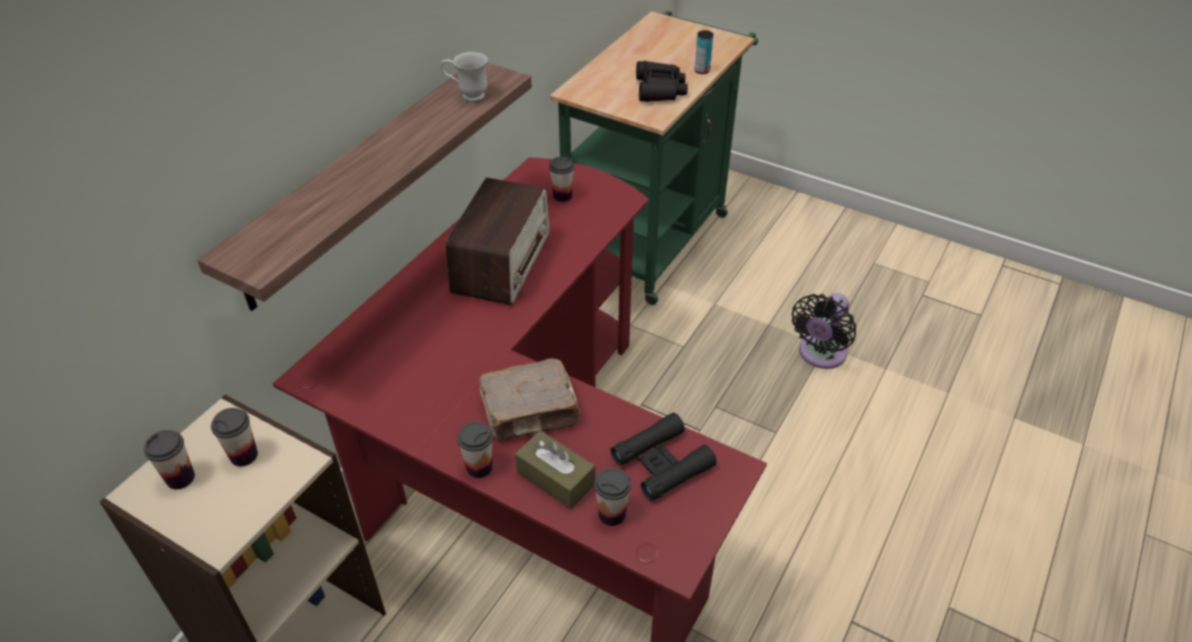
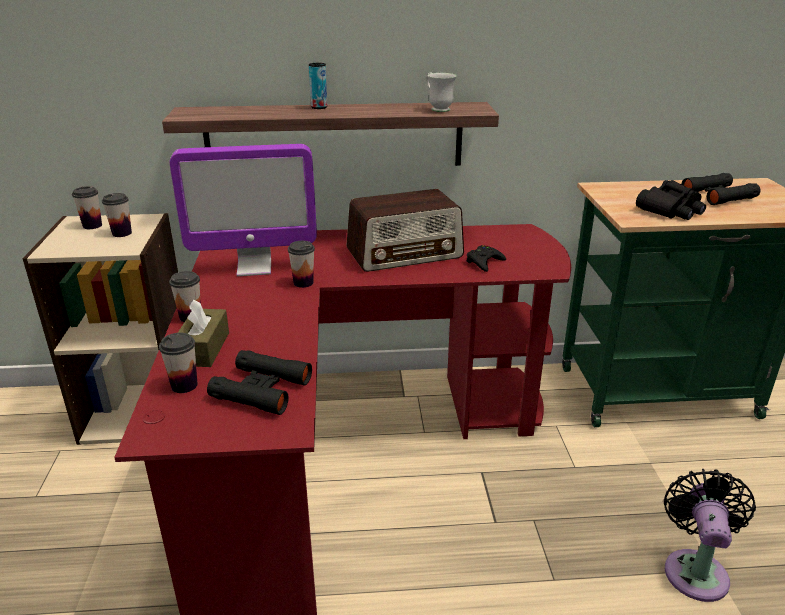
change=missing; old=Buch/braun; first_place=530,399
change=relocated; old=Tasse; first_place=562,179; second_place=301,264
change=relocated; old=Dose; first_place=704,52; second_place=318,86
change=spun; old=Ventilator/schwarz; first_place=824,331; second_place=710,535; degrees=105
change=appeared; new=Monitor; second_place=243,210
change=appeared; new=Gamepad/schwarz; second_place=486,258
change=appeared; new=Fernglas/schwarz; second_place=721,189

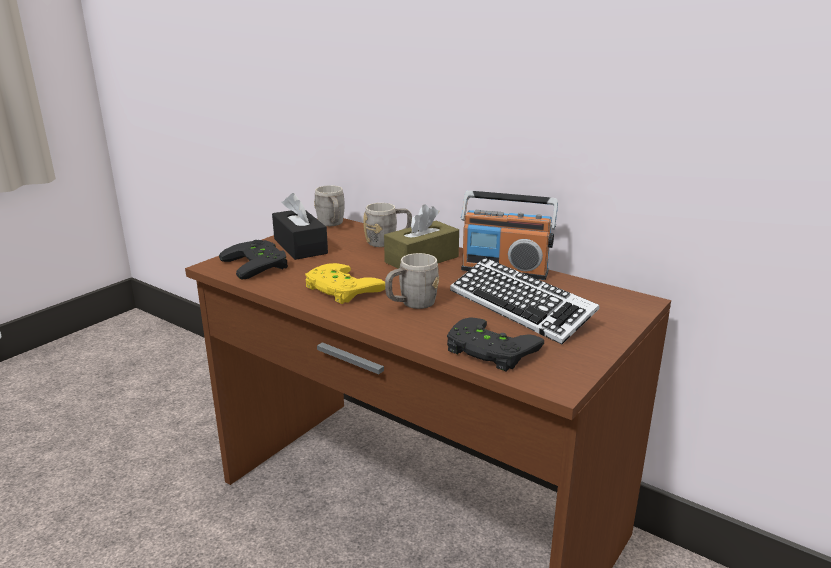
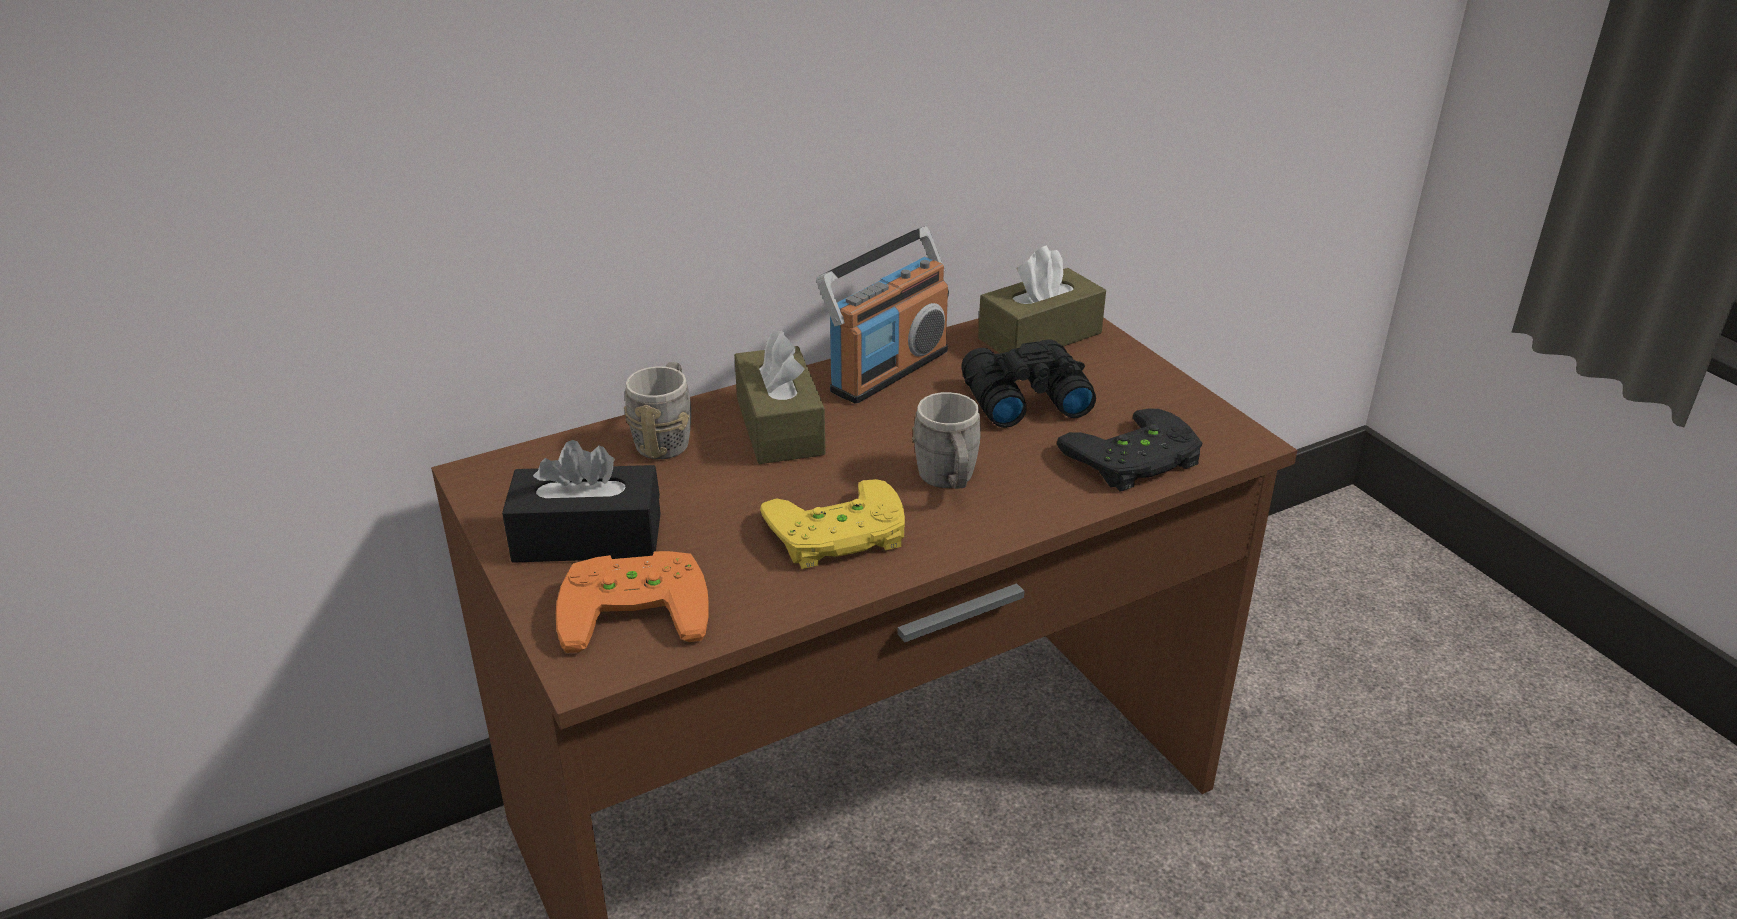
change=colour; old=Gamepad/schwarz; new=Gamepad/orange; first_place=253,260; second_place=632,602
change=missing; old=Henkelbecher/grau; first_place=329,205
change=exchanged; old=Tastatur; new=Fernglas/schwarz; first_place=525,301; second_place=1028,383
change=appeared; new=Taschentuchbox/braun; second_place=1042,299

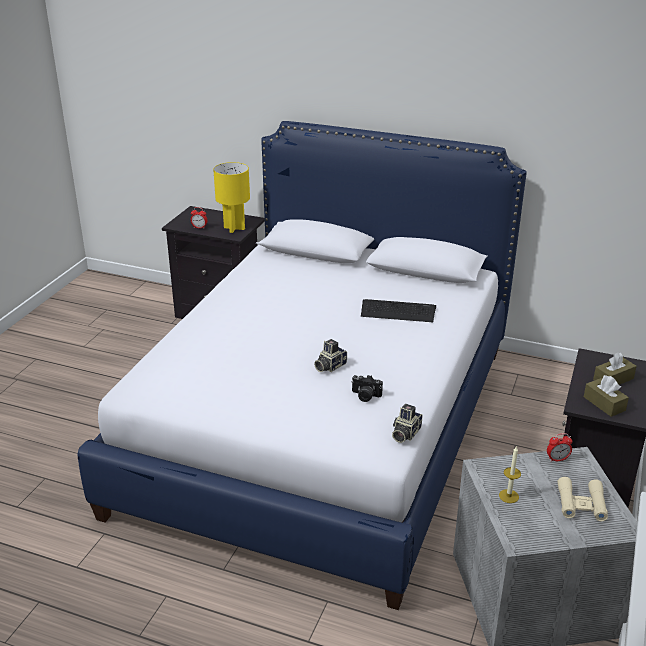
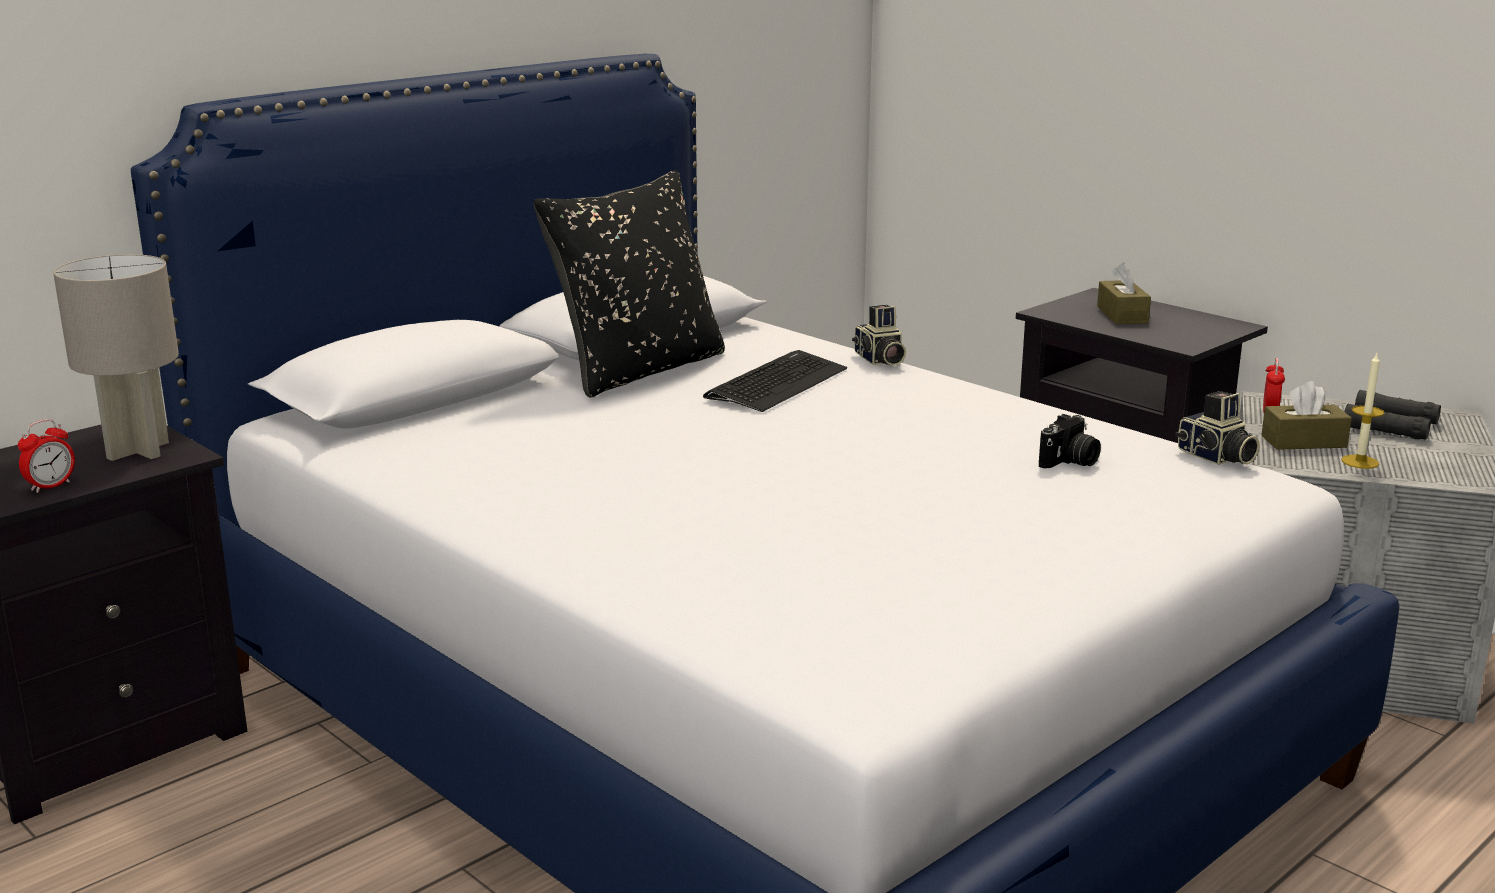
change=colour; old=Tischlampe/gelb; new=Tischlampe/grau; first_place=231,197; second_place=116,357
change=relocated; old=Kamera; first_place=330,355; second_place=879,335
change=colour; old=Fernglas/beige; new=Fernglas/schwarz; first_place=582,499; second_place=1392,415
change=relocated; old=Taschentuchbox/braun; first_place=606,396; second_place=1306,415
change=appeared; new=Kissen/schwarz; second_place=629,284

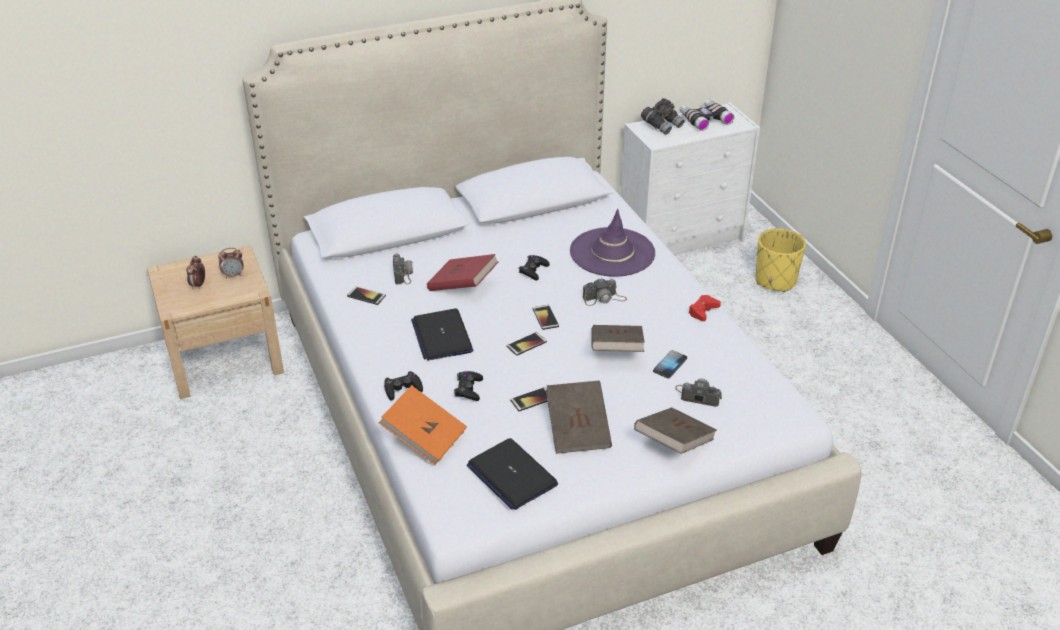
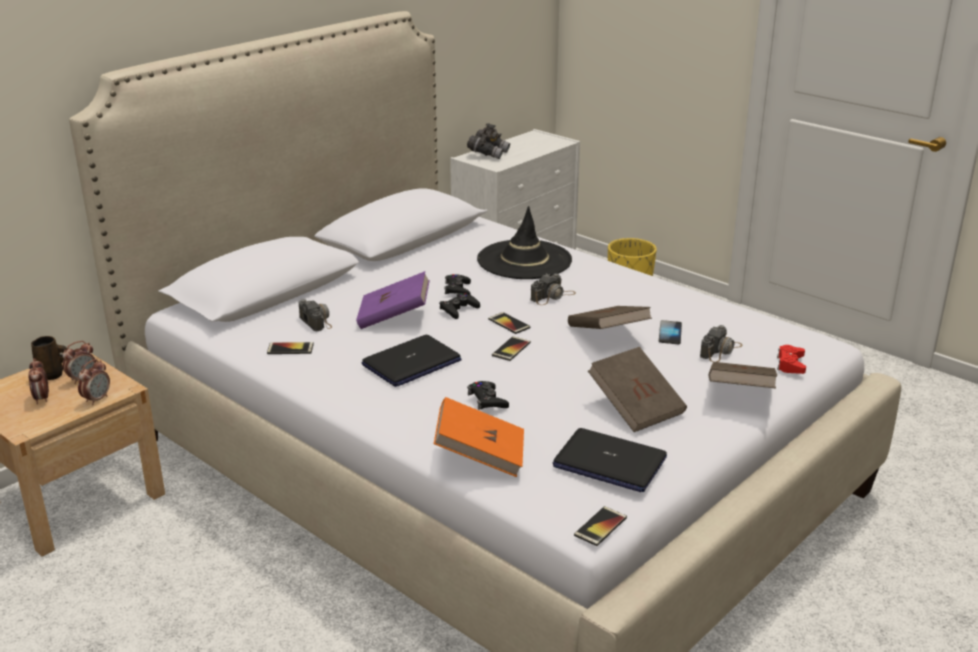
change=relocated; old=Gamepad/schwarz; first_place=403,386; second_place=459,306
change=spun; old=Laptop; first_place=442,334; second_place=411,361; degrees=-90
change=colour; old=Buch/rot; new=Buch/lila; first_place=463,272; second_place=393,300
change=relocated; old=Handy; first_place=528,399; second_place=600,526
change=colour; old=Hut/lila; new=Hut/schwarz; first_place=612,243; second_place=524,242
change=spun; old=Kamera; first_place=698,393; second_place=721,343; degrees=135
change=missing; old=Fernglas; first_place=707,115
change=relocated; old=Gamepad/rot; first_place=704,308; second_place=791,359
change=appeared; new=Henkelbecher/braun; second_place=49,358
change=appeared; new=Wecker; second_place=94,382

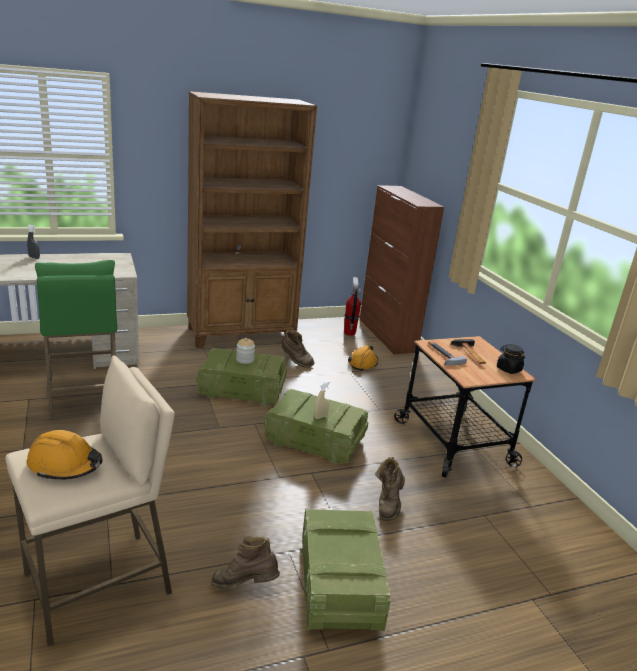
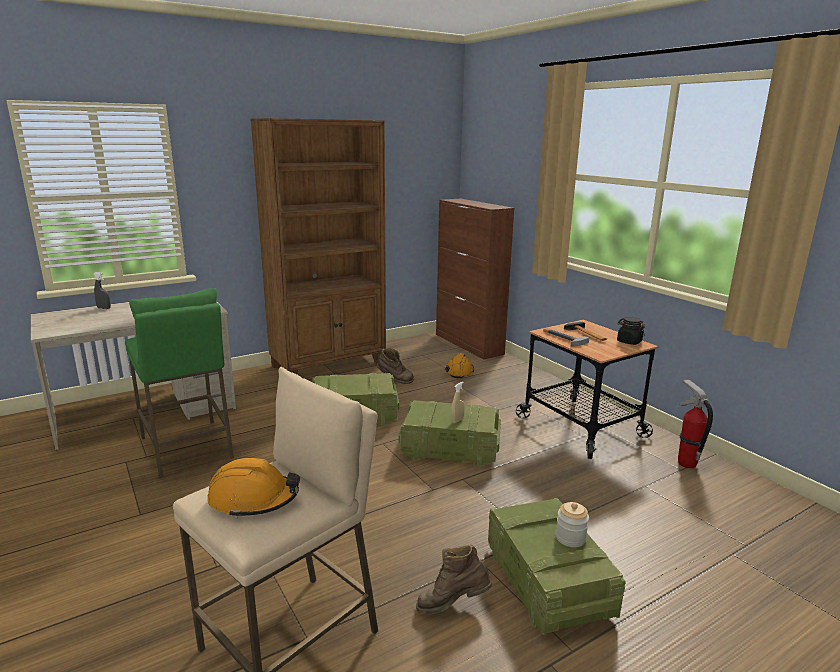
change=relocated; old=Vorratsglas; first_place=245,351; second_place=572,524
change=relocated; old=Feuerlöscher; first_place=352,306; second_place=695,424
change=missing; old=Stiefel/braun; first_place=390,489

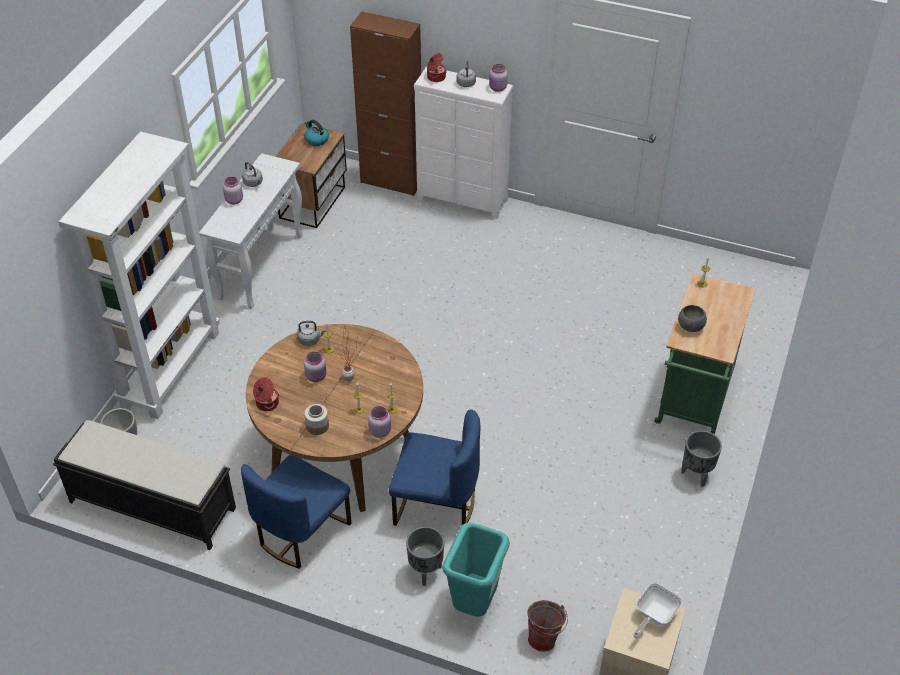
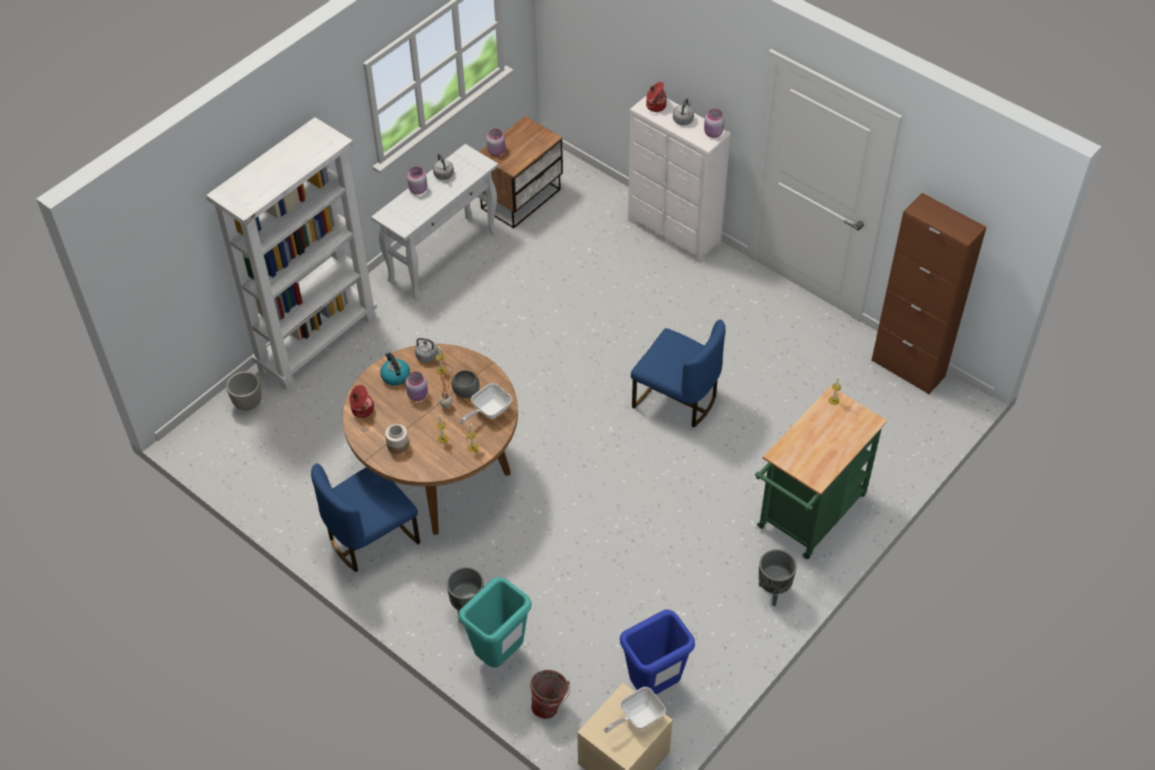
change=missing; old=Bank/schwarz; first_place=144,485
change=relocated; old=Wasserkessel; first_place=316,133; second_place=395,369
change=relocated; old=Schrank/braun; first_place=385,104; second_place=928,294
change=relocated; old=Vorratsglas/rosa; first_place=379,422; second_place=495,142
change=relocated; old=Stuhl/blau; first_place=434,467; second_place=678,373
change=relocated; old=Schüssel/grau; first_place=692,318; second_place=465,384
change=appeared; new=Pfanne; second_place=486,403
change=appeared; new=Mülleimer/blau; second_place=657,652

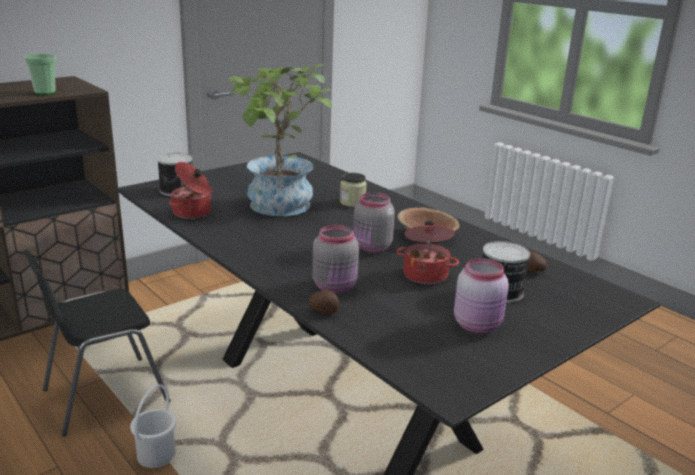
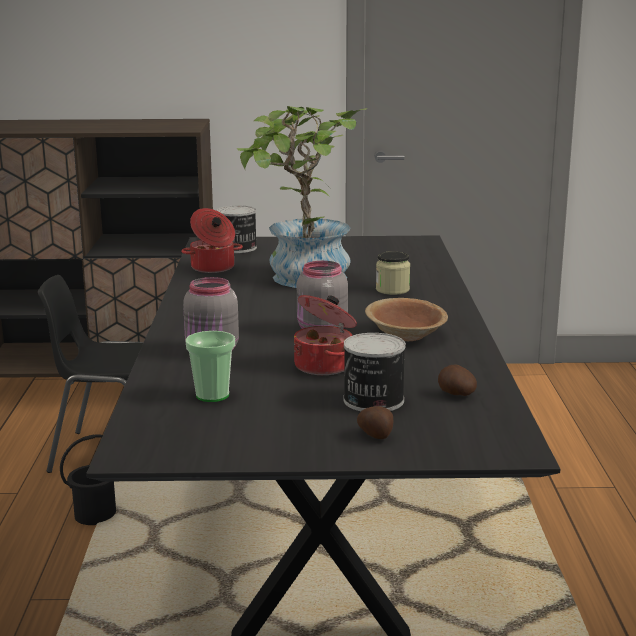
change=relocated; old=Tasse; first_place=40,74; second_place=210,366
change=colour; old=Eimer/weiß; new=Eimer/schwarz; first_place=153,426; second_place=88,479
change=relocated; old=Kartoffel; first_place=324,302; second_place=375,422
change=missing; old=Vorratsglas/rosa; first_place=481,295

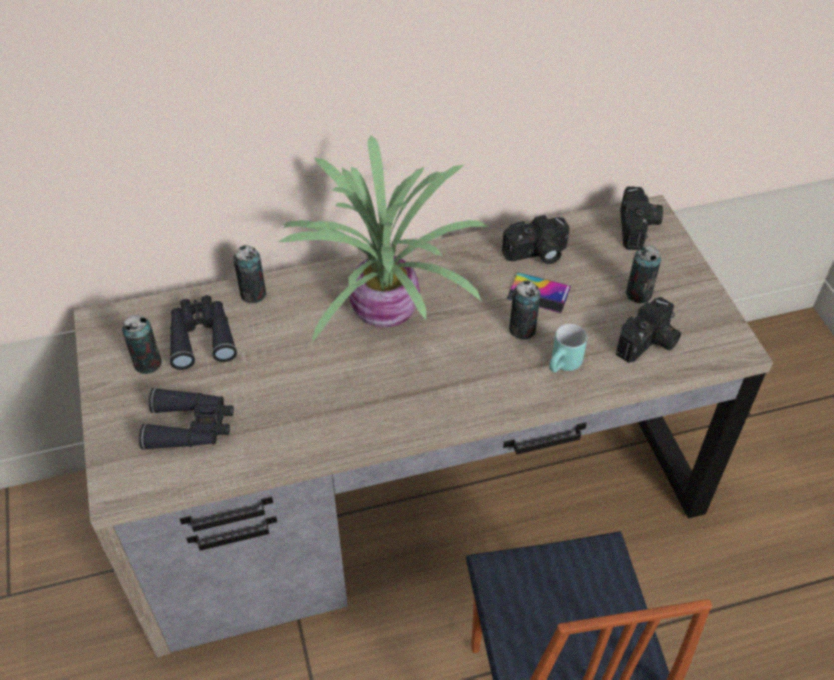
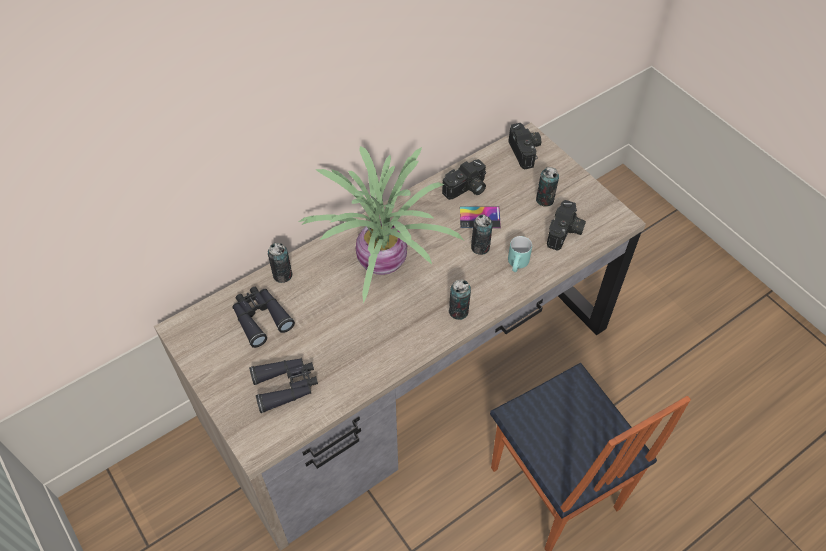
change=relocated; old=Dose; first_place=142,344; second_place=459,299

